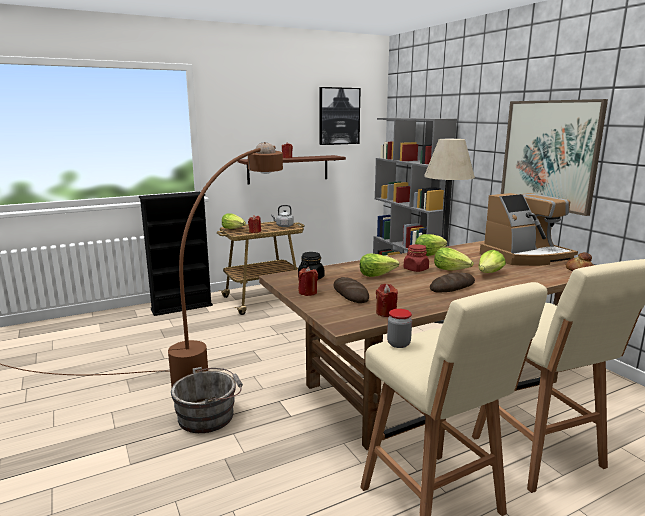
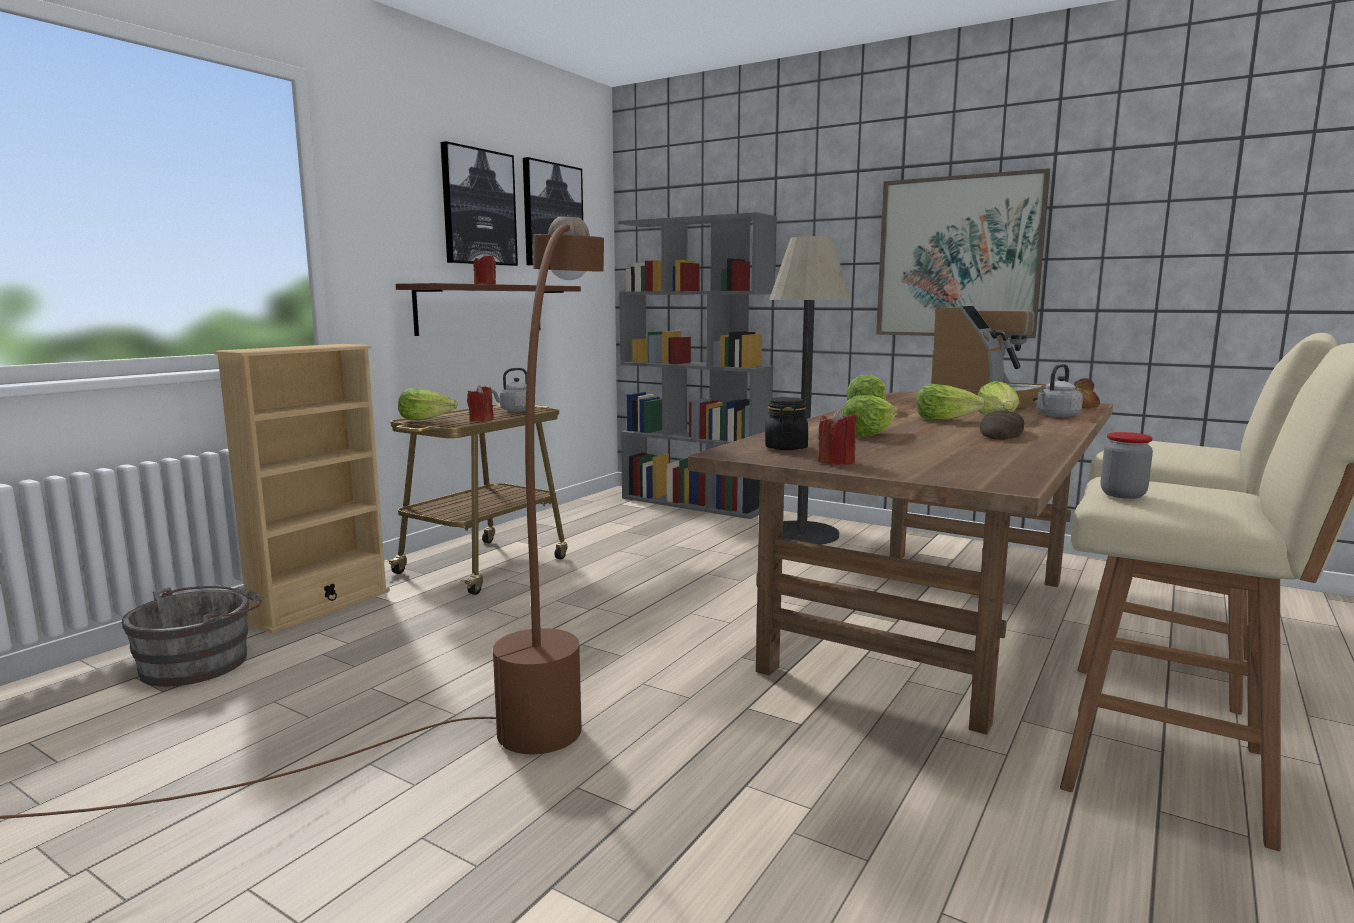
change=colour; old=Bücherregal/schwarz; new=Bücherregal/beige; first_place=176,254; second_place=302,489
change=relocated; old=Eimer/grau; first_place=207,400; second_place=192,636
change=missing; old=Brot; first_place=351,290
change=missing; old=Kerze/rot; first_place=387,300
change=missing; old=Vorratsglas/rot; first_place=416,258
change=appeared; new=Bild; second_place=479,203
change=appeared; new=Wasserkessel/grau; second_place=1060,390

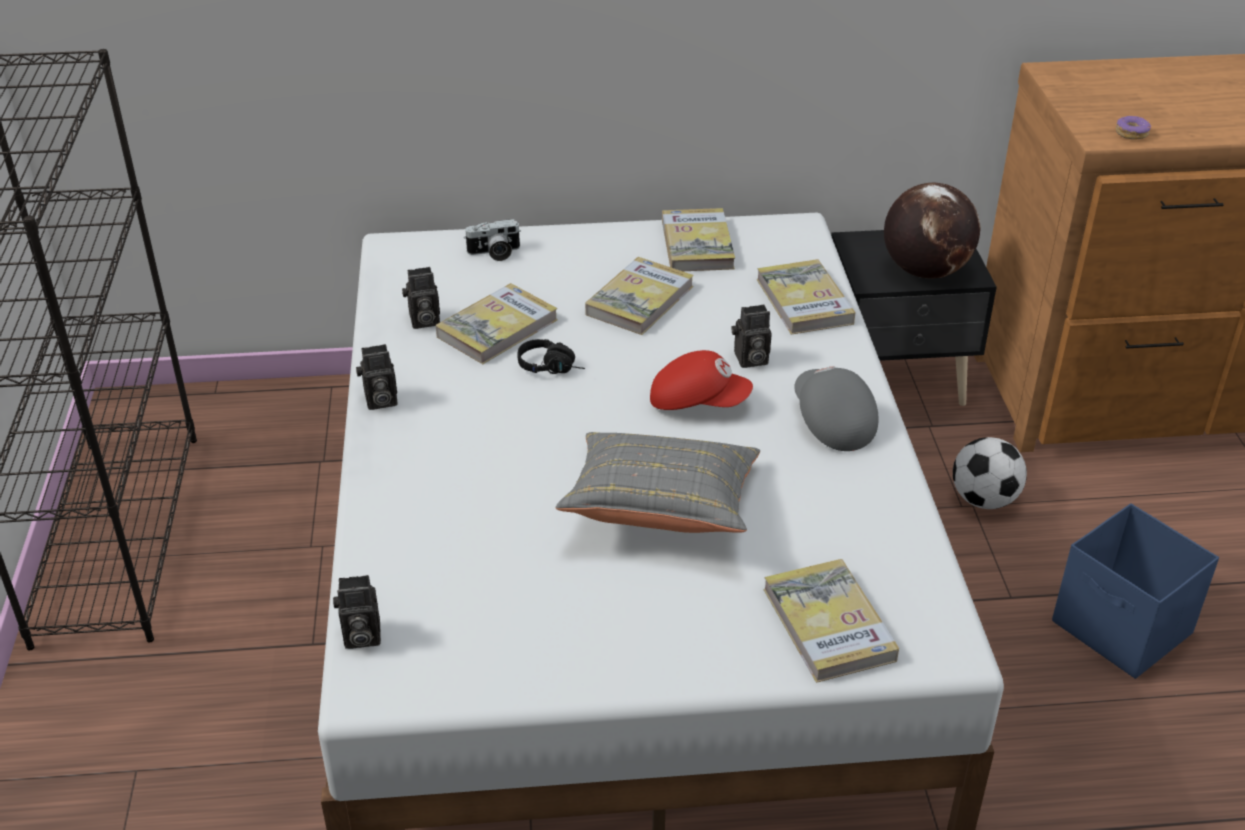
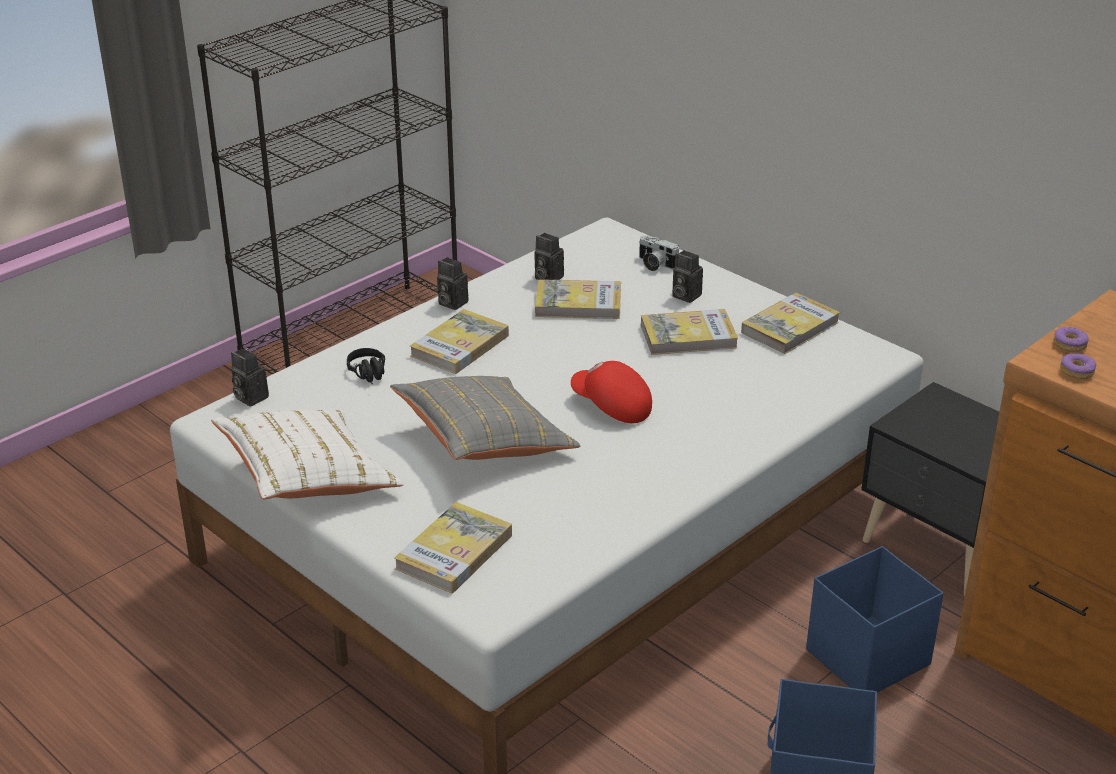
change=relocated; old=Kopfhörer/schwarz; first_place=551,356; second_place=366,366
change=spun; old=Kappe/rot; first_place=701,380; second_place=611,392; degrees=150
change=relocated; old=Kamera; first_place=751,336; second_place=687,276
change=relocated; old=Buch; first_place=806,297; second_place=459,341
change=missing; old=Kappe/grau; first_place=836,408
change=missing; old=Globus; first_place=932,231
change=exchanged; old=Fußball; new=Aufbewahrungsbox/blau; first_place=990,473; second_place=875,619
change=appeared; new=Kissen/weiß; second_place=307,454
change=appeared; new=Donut; second_place=1071,339

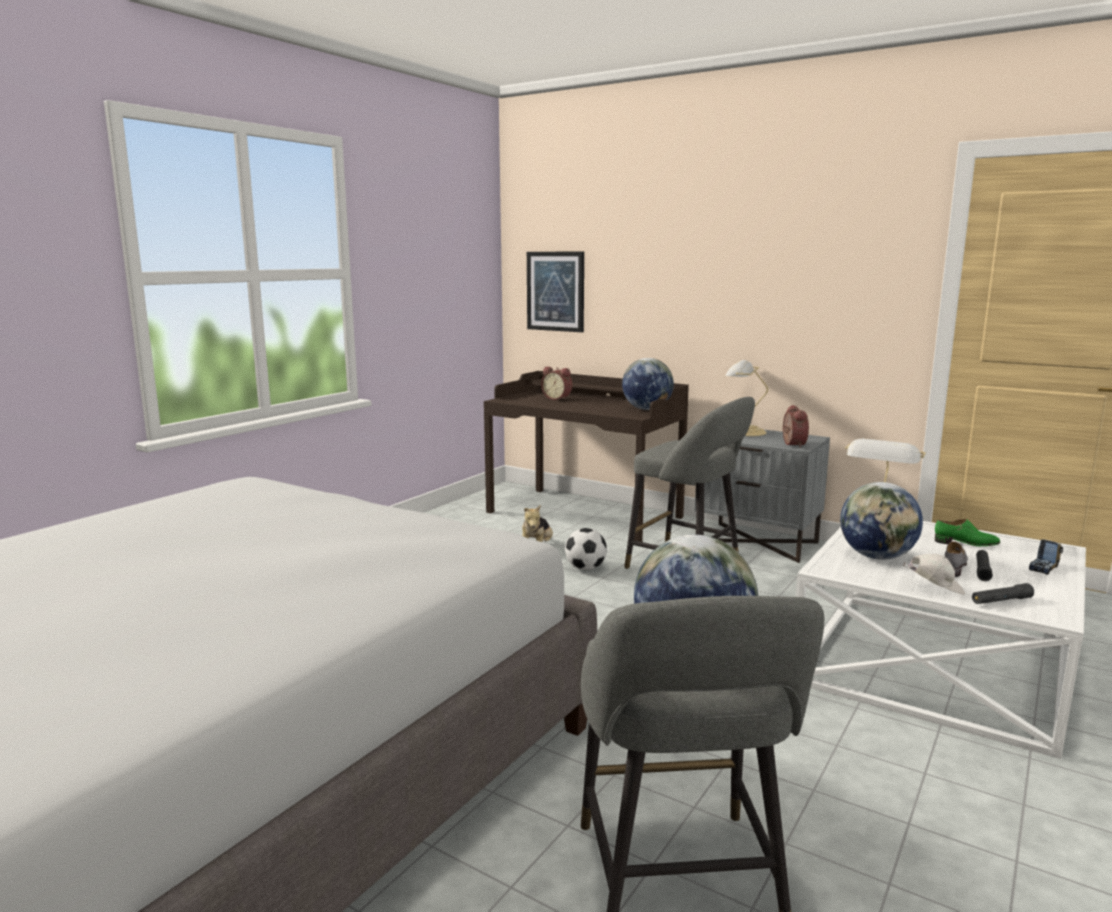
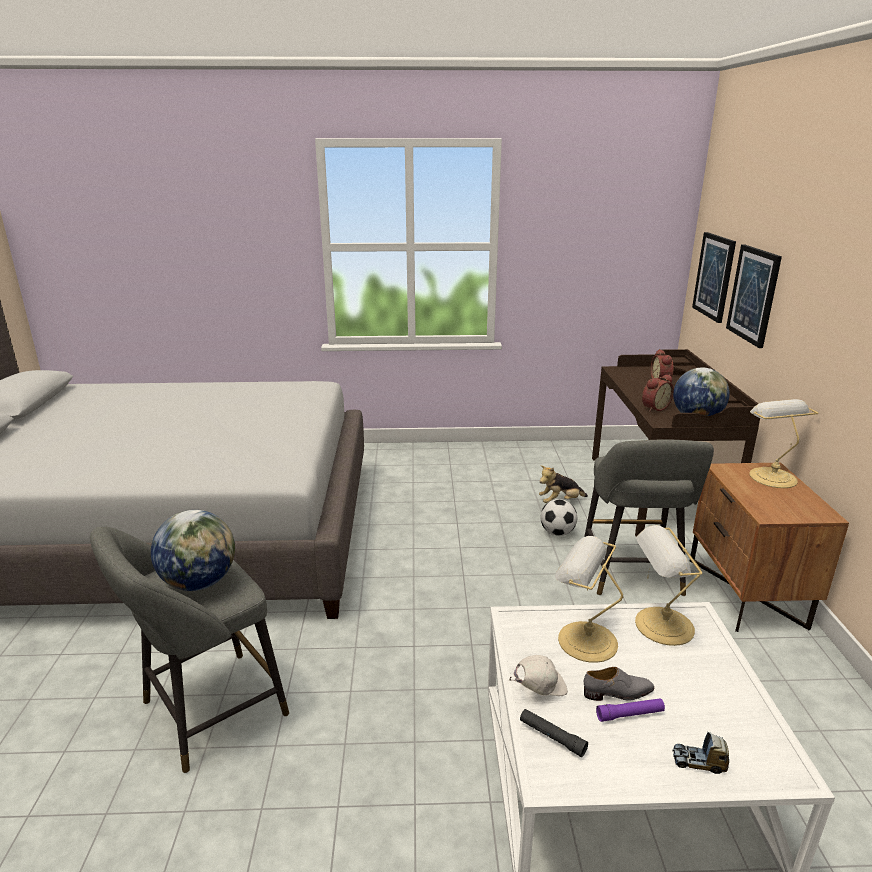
change=colour; old=Nachttisch/grau; new=Nachttisch/braun; first_place=762,496; second_place=769,547
change=relocated; old=Wecker; first_place=796,426; second_place=658,393
change=exchanged; old=Globus; new=Tischlampe; first_place=881,521; second_place=589,599
change=spun; old=Kappe/weiß; first_place=934,574; second_place=538,675; degrees=-75
change=missing; old=Schuh/grün; first_place=967,532
change=colour; old=Taschenlampe/schwarz; new=Taschenlampe/lila; first_place=984,565; second_place=630,710
change=appeared; new=Bild; second_place=754,296

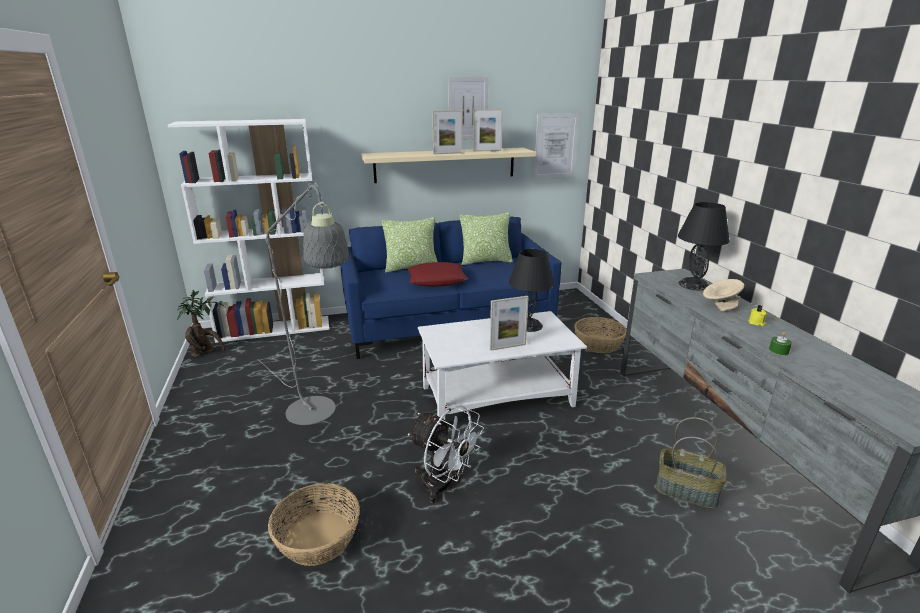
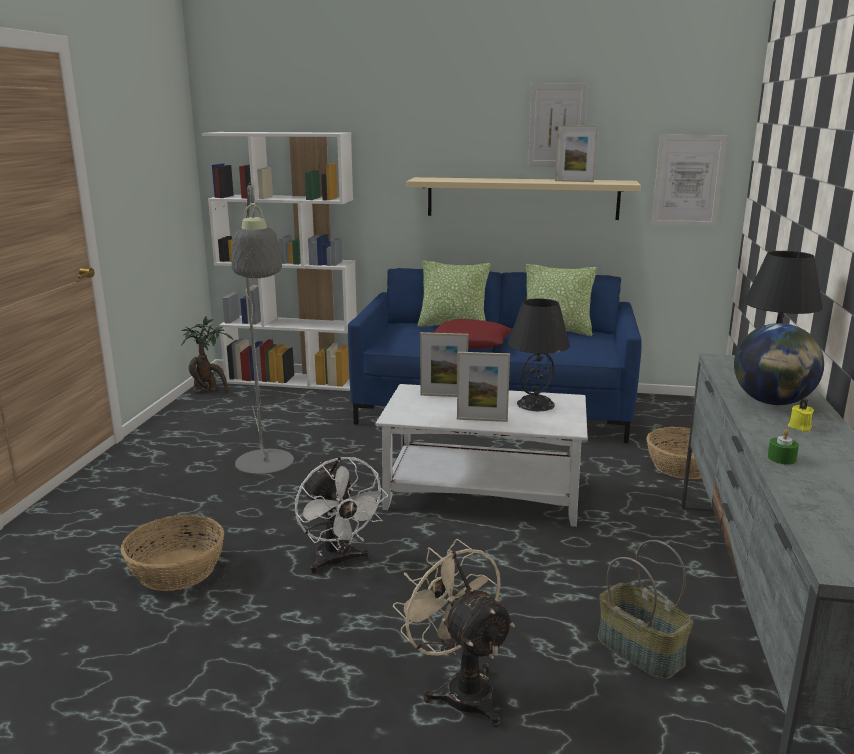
change=relocated; old=Bilderrahmen; first_place=447,132; second_place=444,364
change=exchanged; old=Schüssel/beige; new=Globus; first_place=723,295; second_place=779,364
change=appeared; new=Ventilator/beige; second_place=454,633

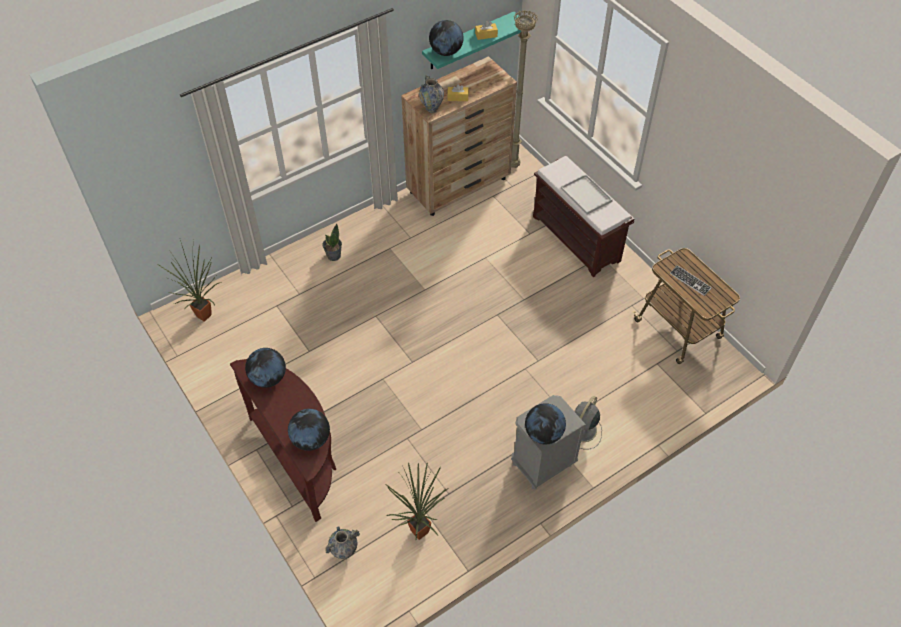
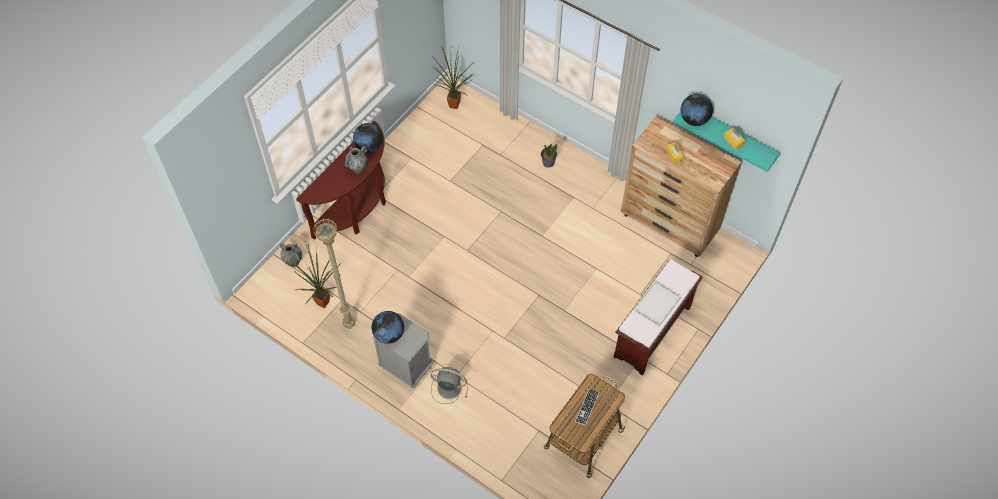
change=missing; old=Globus; first_place=309,430
change=relocated; old=Vase; first_place=431,94; second_place=356,160
change=relocated; old=Stehlampe/beige; first_place=524,89; second_place=334,274

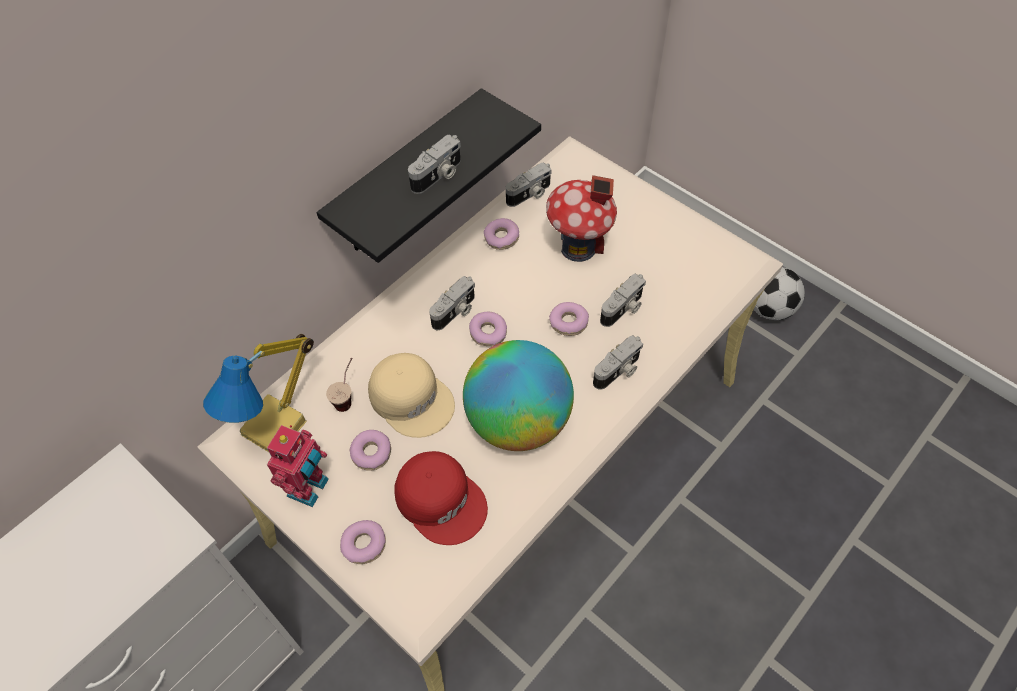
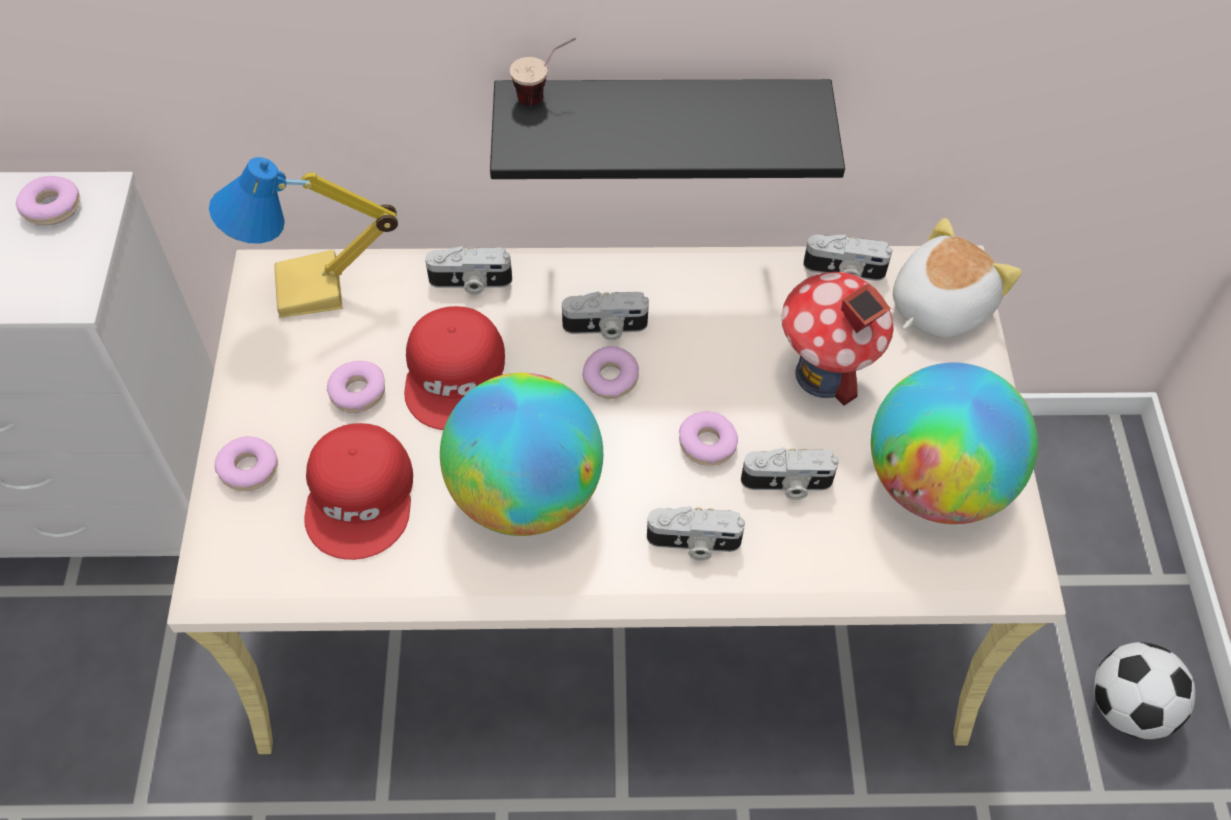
change=missing; old=Spielzeugroboter; first_place=298,466
change=relocated; old=Tasse; first_place=339,384; second_place=543,72
change=colour; old=Kappe/beige; new=Kappe/rot; first_place=411,395; second_place=454,368
change=relocated; old=Kamera; first_place=434,164; second_place=468,270
change=relocated; old=Donut; first_place=501,234; second_place=48,201
change=appeared; new=Globus; second_place=954,443
change=appeared; new=Plüschtier; second_place=957,278

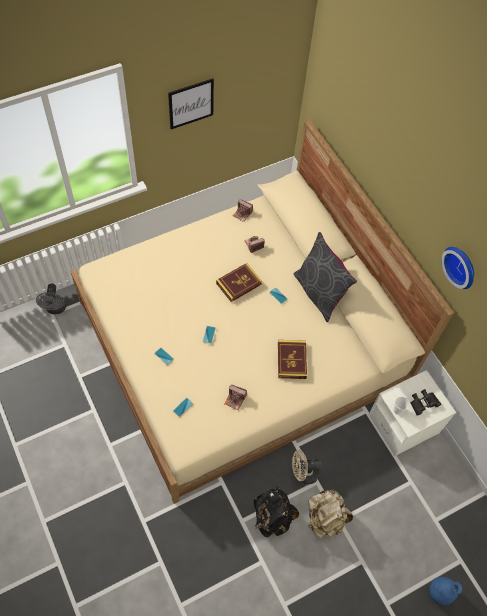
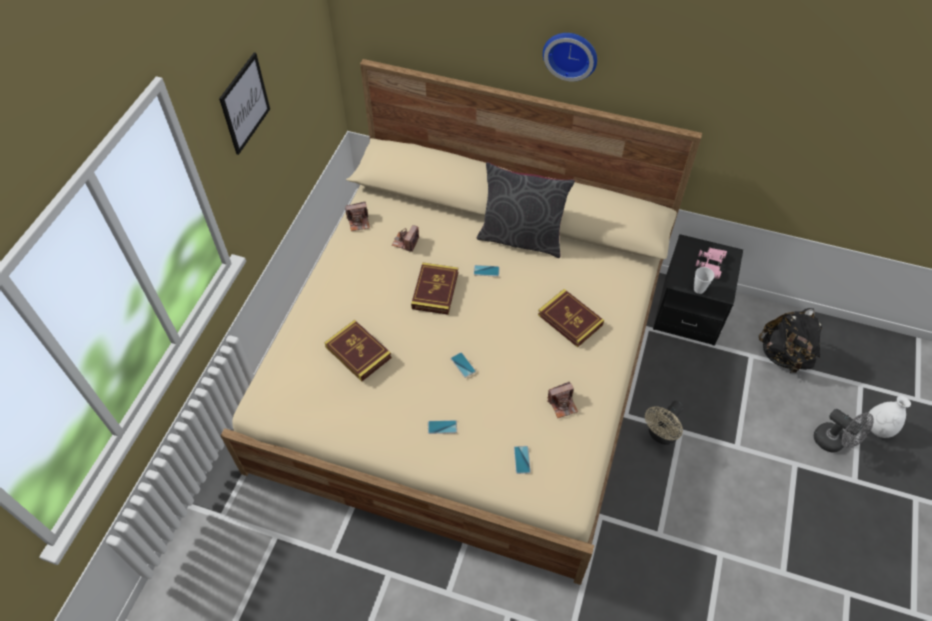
change=relocated; old=Ventilator/grau; first_place=51,299; second_place=844,431
change=relocated; old=Rucksack/schwarz; first_place=276,512; second_place=790,341
change=missing; old=Rucksack/beige; first_place=330,513
change=colour; old=Nachttisch/weiß; new=Nachttisch/schwarz; first_place=412,413; second_place=698,290
change=colour; old=Fernglas/schwarz; new=Fernglas/rosa; first_place=426,402; second_place=711,263
change=colour; old=Vase/blau; new=Vase/weiß; first_place=445,591; second_place=889,417
change=relocated; old=Wanduhr; first_place=457,268; second_place=570,57
change=appeared; new=Buch; second_place=358,351

